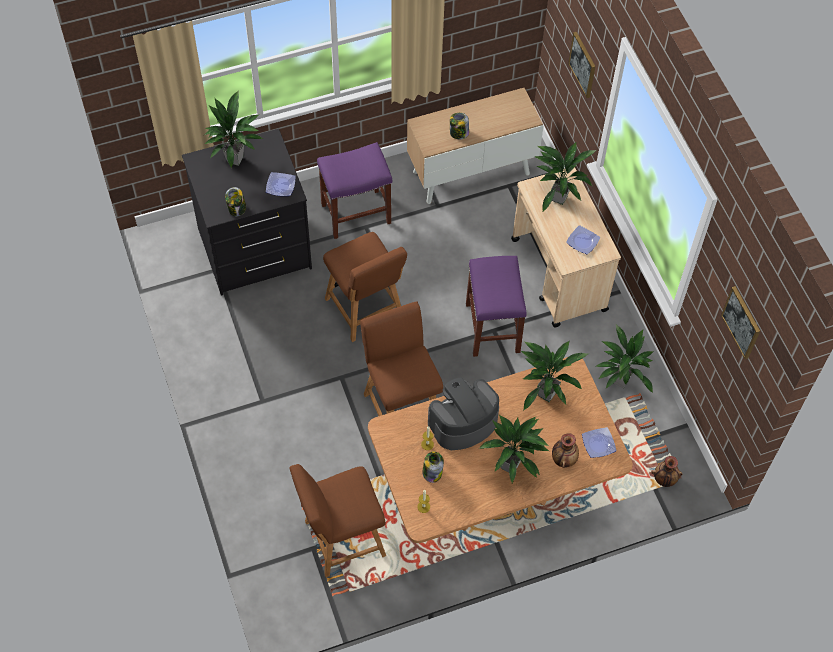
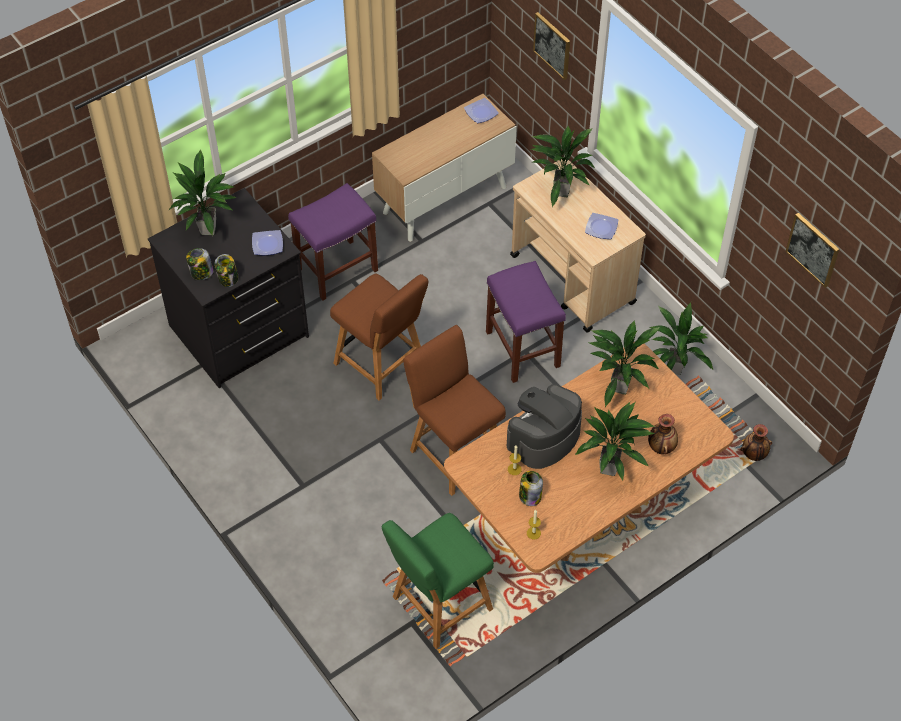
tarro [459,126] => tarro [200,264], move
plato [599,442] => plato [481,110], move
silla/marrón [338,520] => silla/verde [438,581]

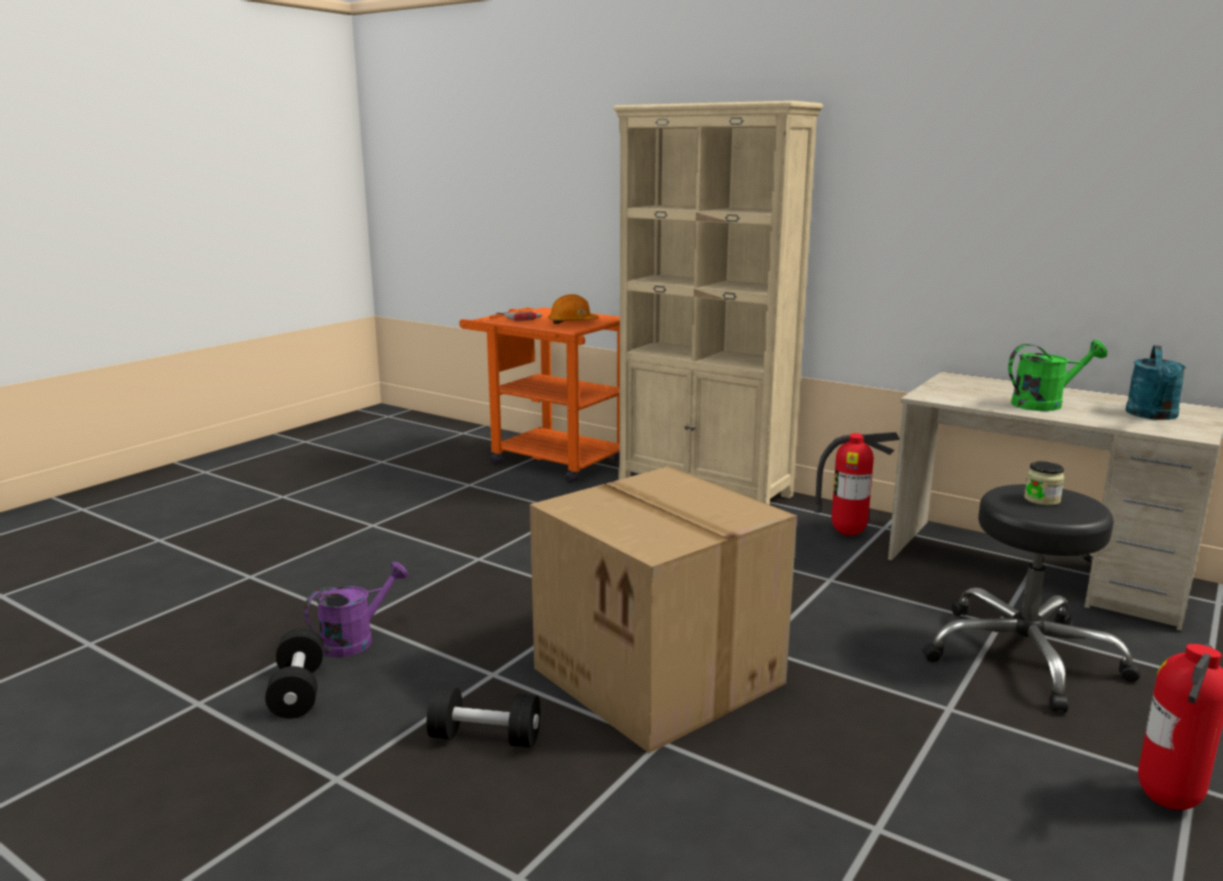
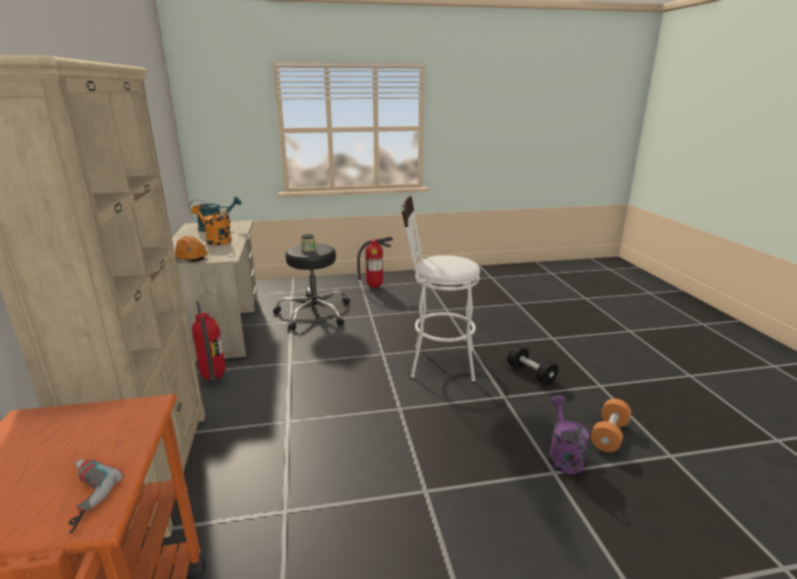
casco/naranja [573,309] => casco/naranja [191,249], move
caja de cartón [663,609] => taburete/blanco [440,289]
mancuerna/negro [294,673] => mancuerna/naranja [611,425]
regadera/verde [1057,375] => regadera/naranja [211,225]
regadera/morado [356,609] => regadera/morado [569,435], 90 degrees clockwise

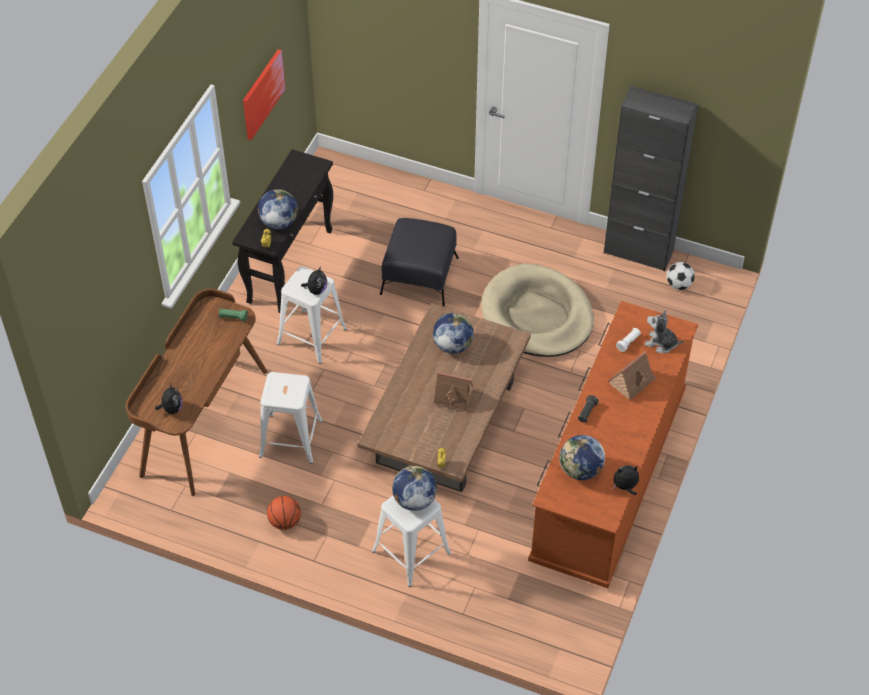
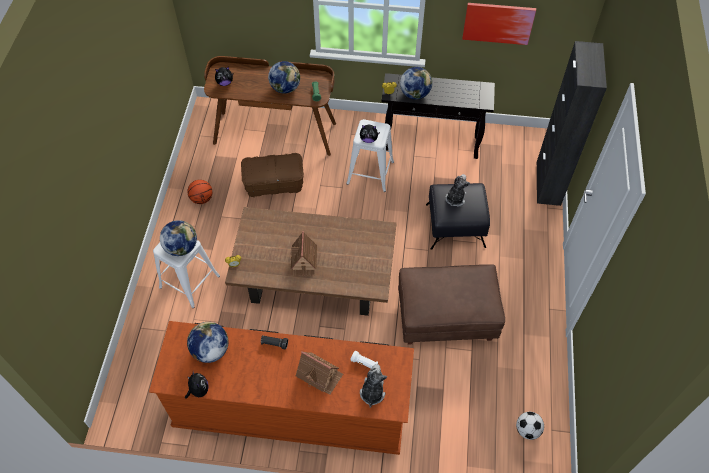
nothing => peluche [457,190]
globo terráqueo [453,333] => globo terráqueo [284,77], move
armario/negro [651,178] => armario/negro [571,123], move
taburete/blanco [291,418] => caja de almacenaje/marrón [272,175]
cama para perro/beis [537,310] => puf/marrón [451,304]

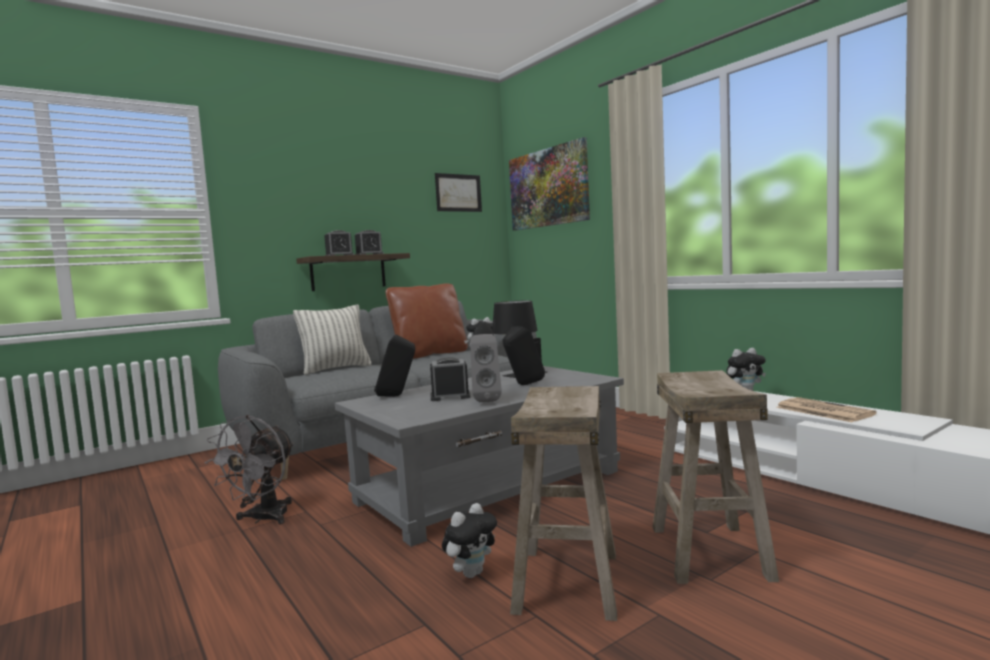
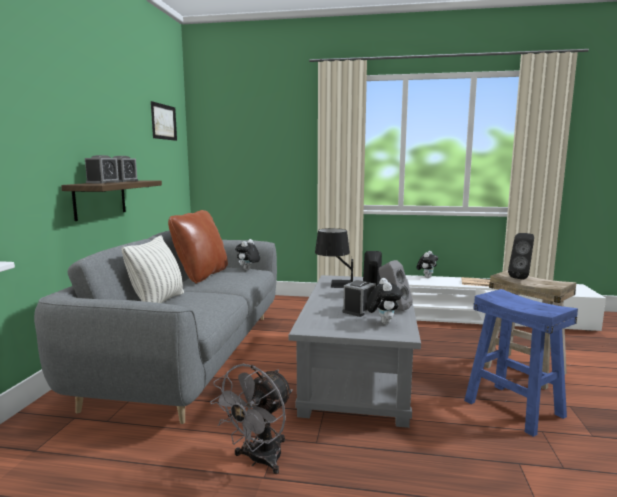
cuadro [549,184] => nothing
altavoz/negro [394,365] => altavoz/negro [521,256], move
peluche [469,540] => peluche [384,301], move
taburete/beis [563,503] => taburete/azul [521,363]
ventilador/gris [249,470] => ventilador/gris [251,419], 60 degrees clockwise

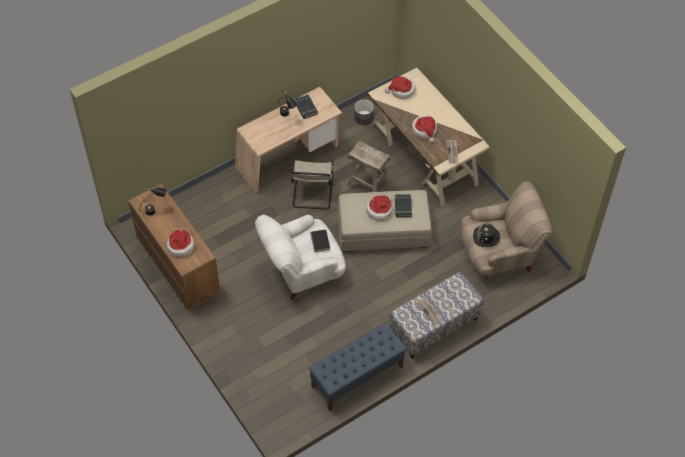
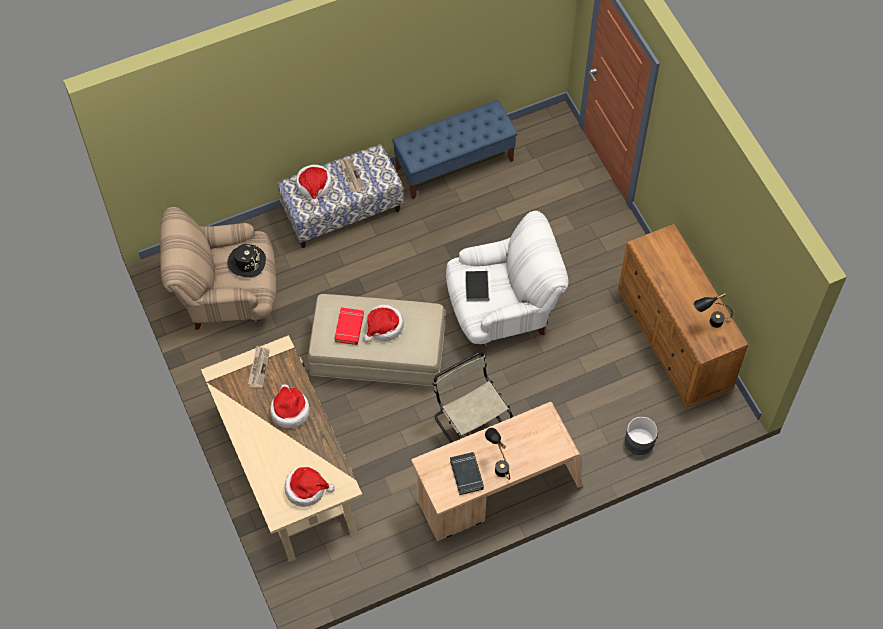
taburete/beis [368,166] => nothing
sombrero [180,243] => sombrero [314,185], move
maceta/gris [364,112] => maceta/gris [641,436], move
libro/negro [403,205] => libro/rojo [349,326]
silla/beis [312,184] => silla/beis [473,397], 45 degrees counterclockwise

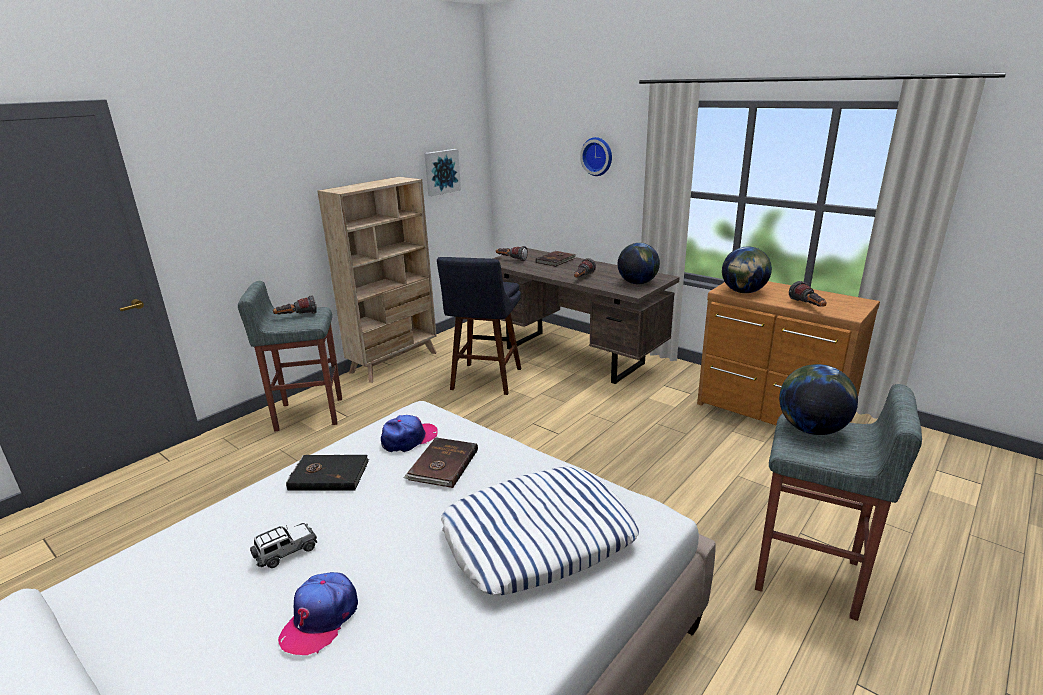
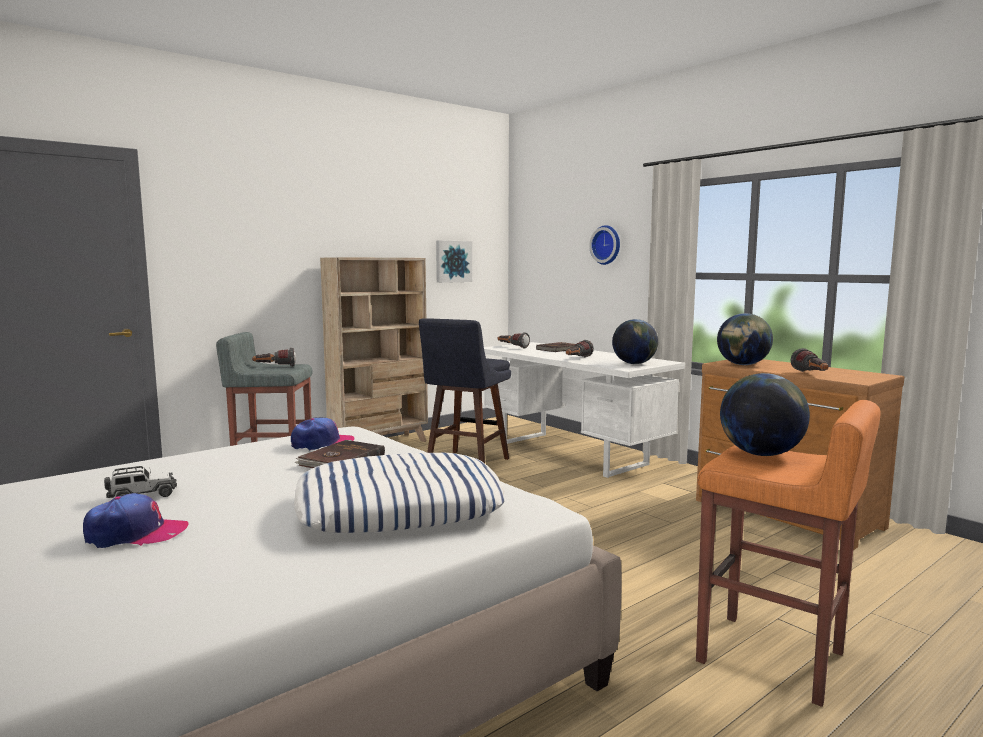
libro/negro [327,473] => nothing
escritorio/marrón [586,316] => escritorio/blanco [584,410]
taburete/gris [838,502] => taburete/naranja [788,553]
gorra [318,613] => gorra [136,520], 135 degrees counterclockwise

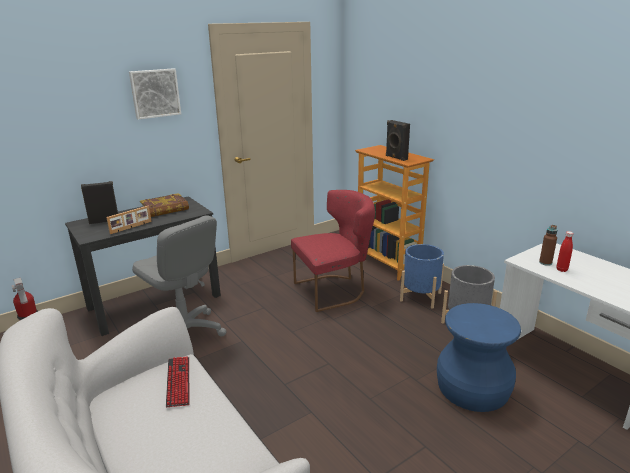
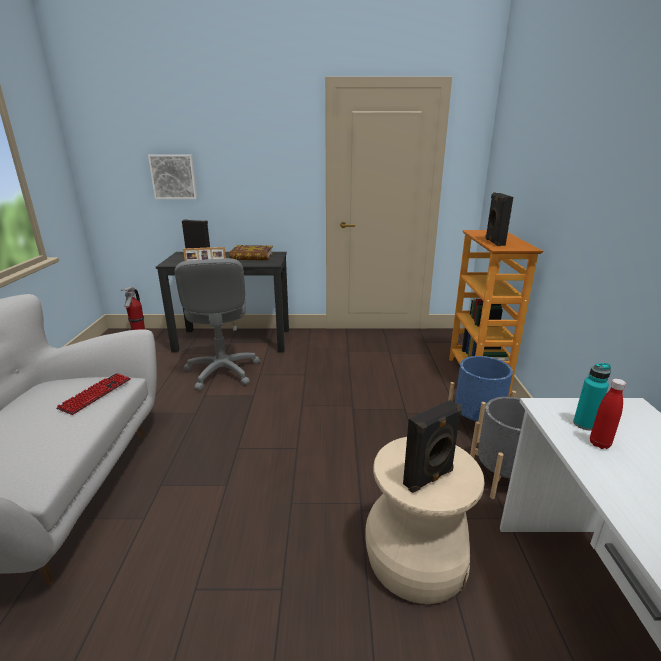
silla/rojo [333,251] => nothing
nothing => altavoz/negro [432,446]
cuadro [155,94] => cuadro [172,177], move
taburete/azul [479,357] => taburete/beis [425,520]
botella/marrón [548,245] => botella/turquesa [592,396]

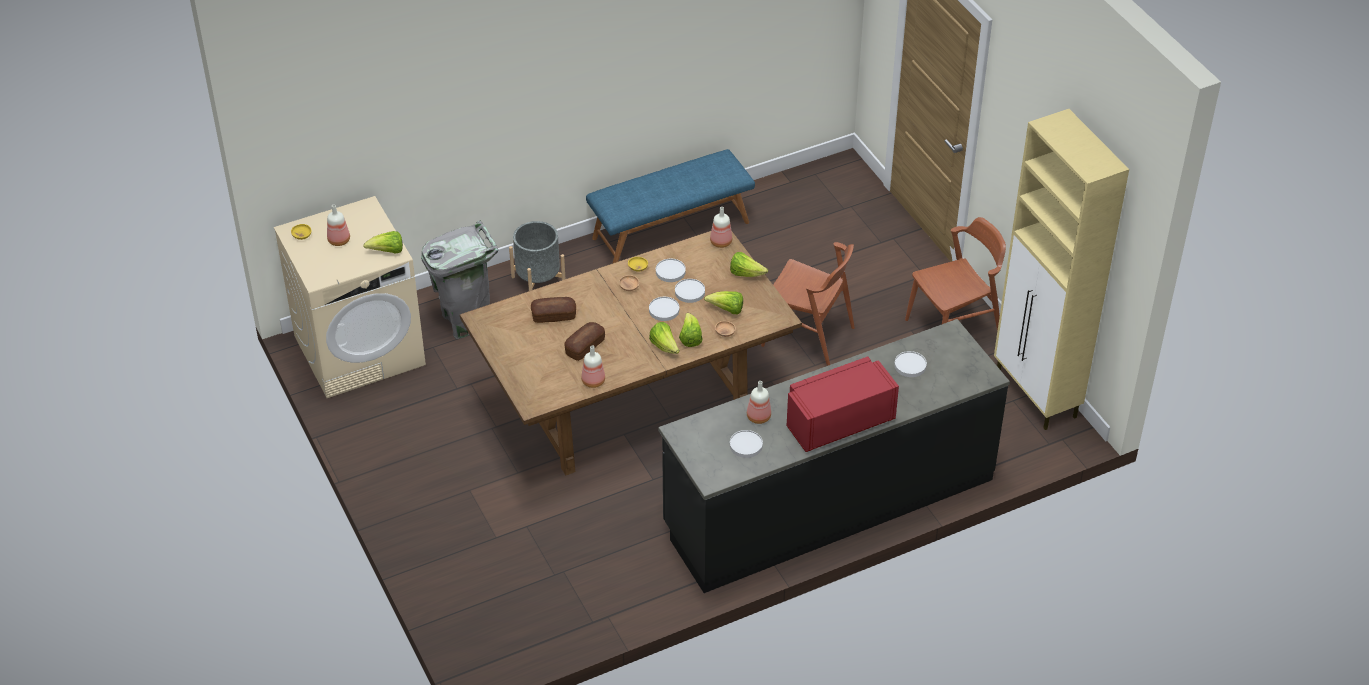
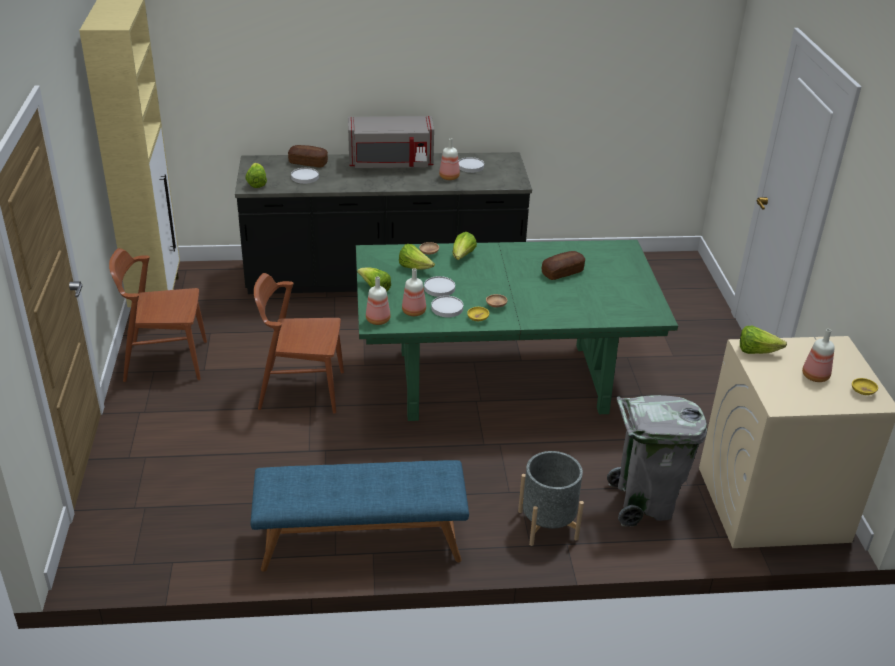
plato/blanco [664,309] => nothing
pan [553,310] => pan [308,156], move
botella [593,366] => botella [414,292], move
lechuga [664,338] => lechuga [256,175], move
mesa de comedor/marrón [631,353] => mesa de comedor/verde [517,330]
microondas/rojo [842,404] => microondas/gris [391,142]
silla/marrón [808,304] => silla/marrón [299,343], 45 degrees counterclockwise

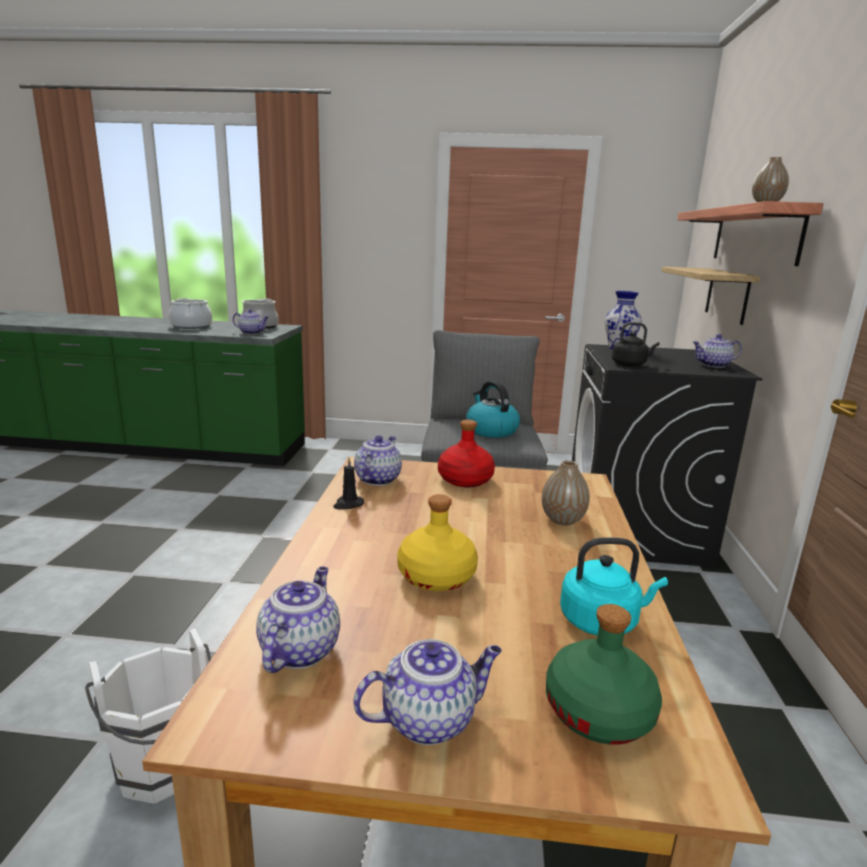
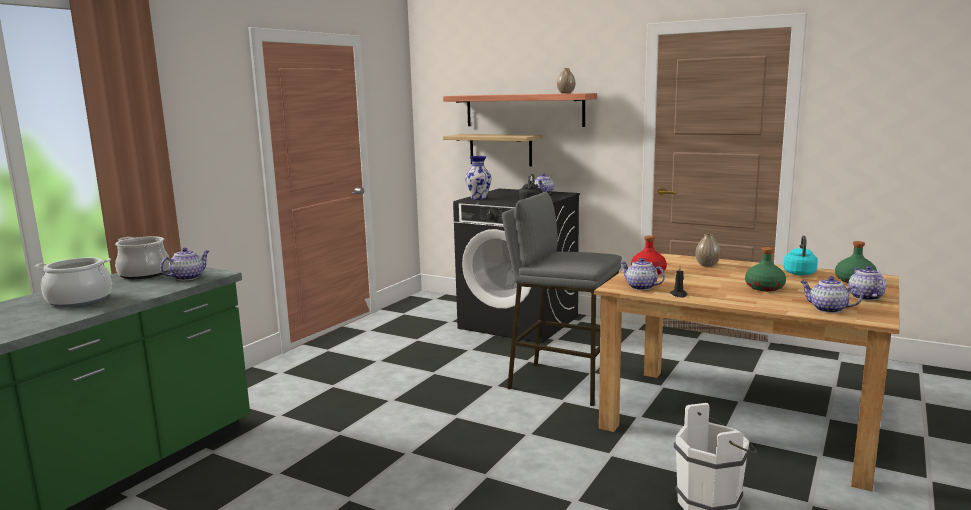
hervidor [493,409] => nothing
botella/amarillo [437,542] => botella/verde [765,269]

